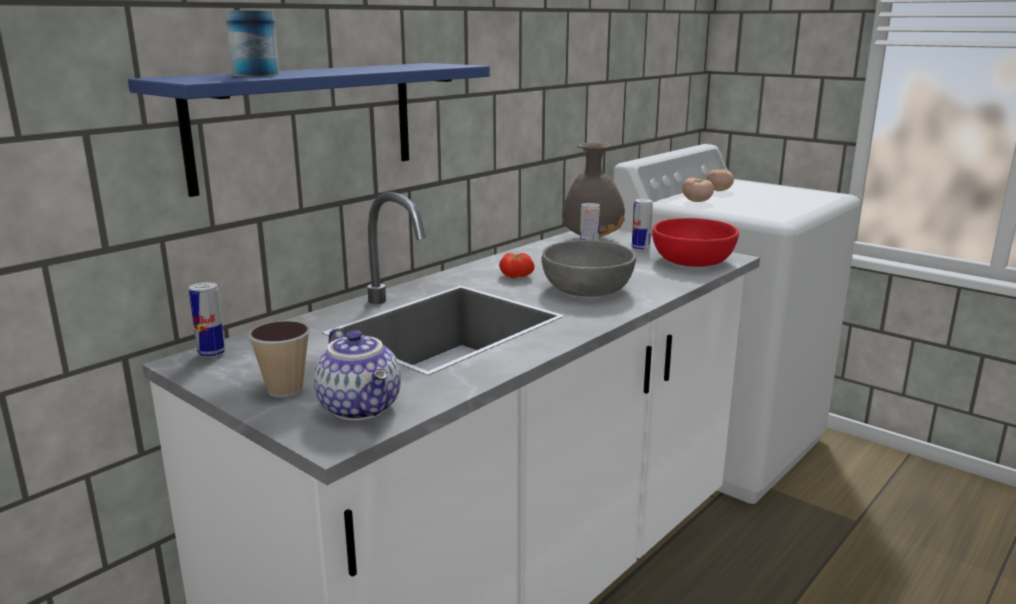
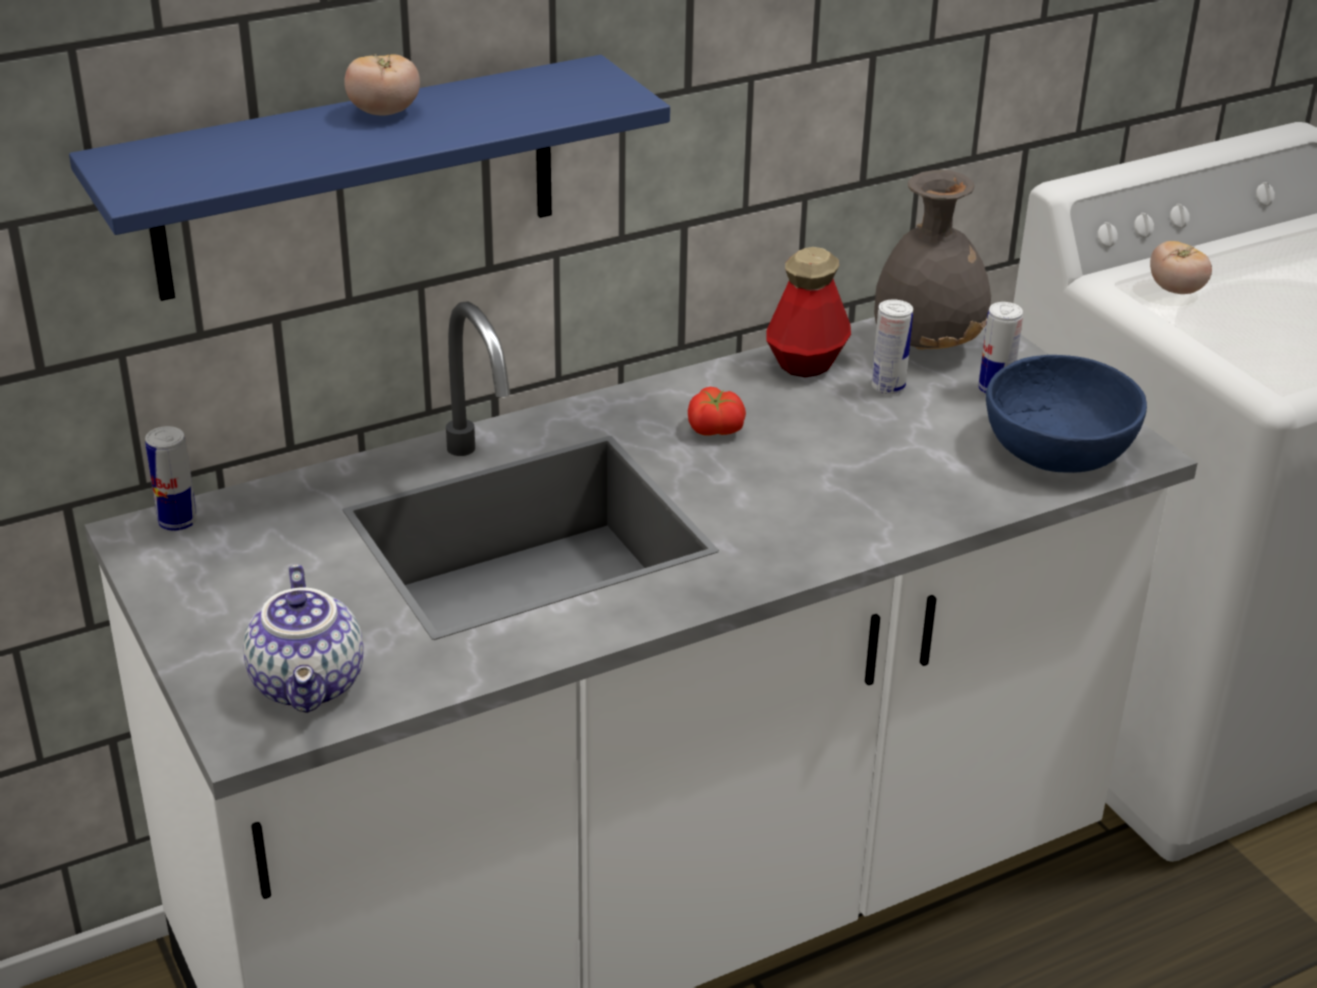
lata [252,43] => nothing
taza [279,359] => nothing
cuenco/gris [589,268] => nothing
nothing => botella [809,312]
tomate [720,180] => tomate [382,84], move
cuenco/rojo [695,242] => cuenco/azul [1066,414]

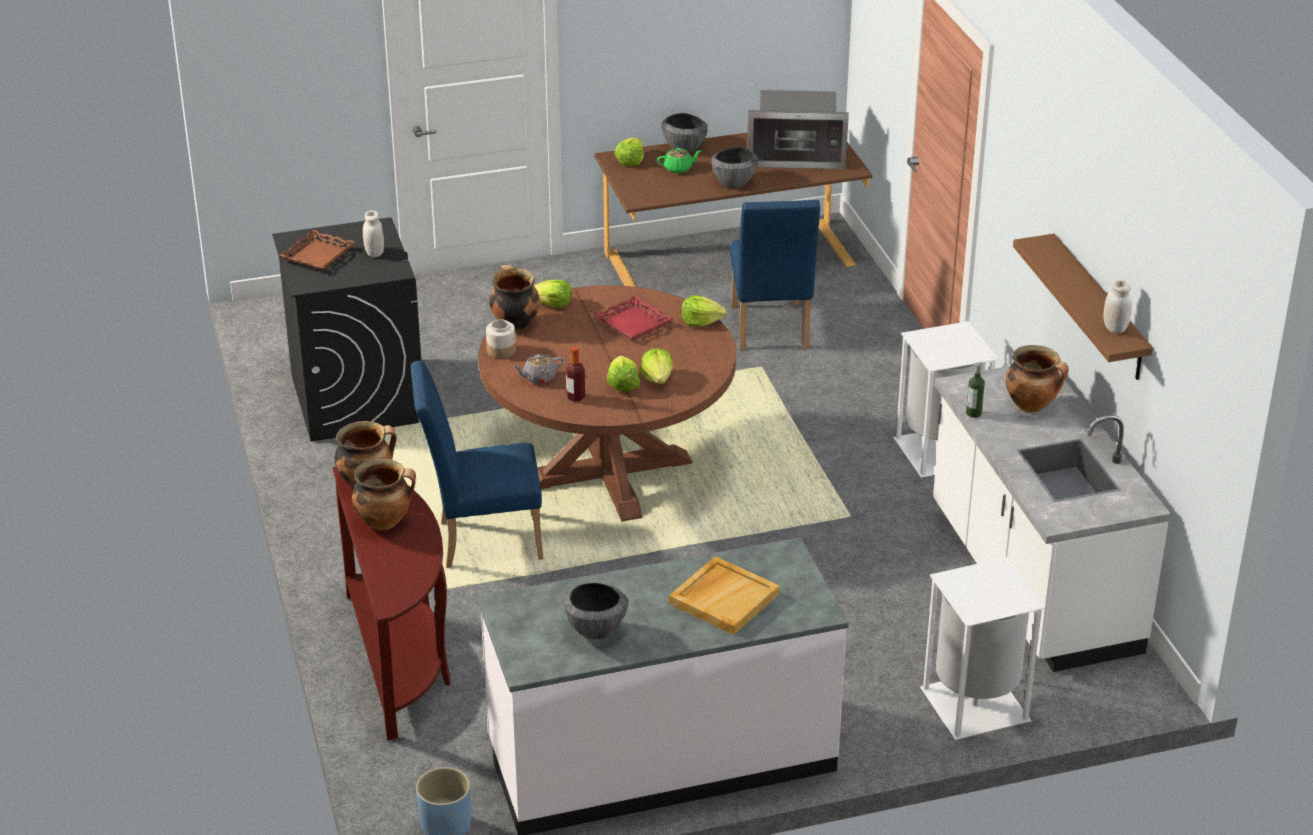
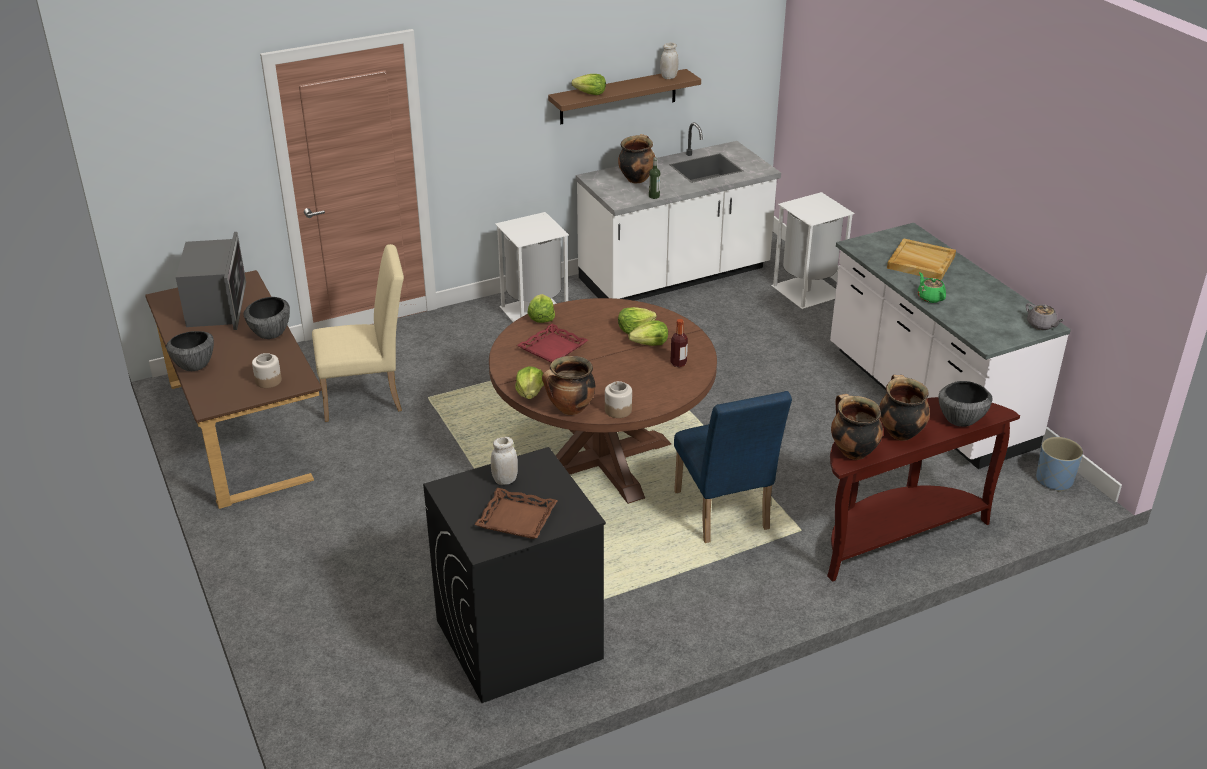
nothing => tarro [267,370]
tetera/gris [538,369] => tetera/gris [1045,316], move
cuenco [596,611] => cuenco [966,404], move
lechuga [629,152] => lechuga [589,84], move
tetera/verde [679,160] => tetera/verde [932,287], move
silla/azul [775,275] => silla/beis [358,333]

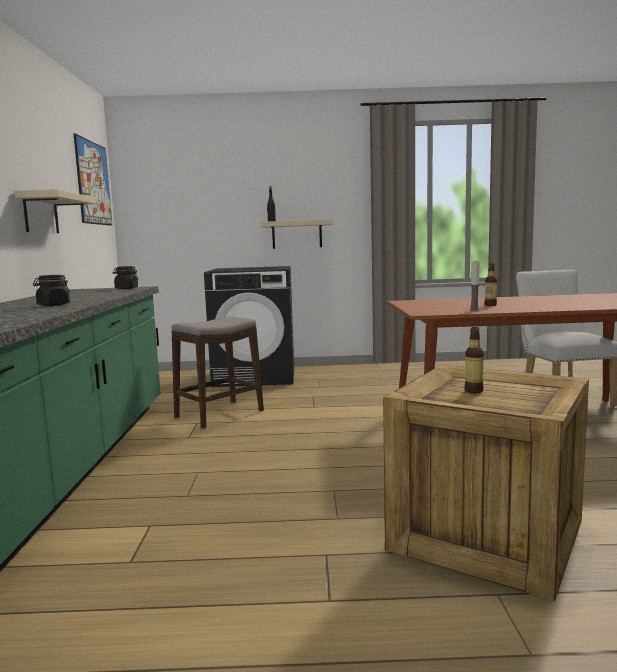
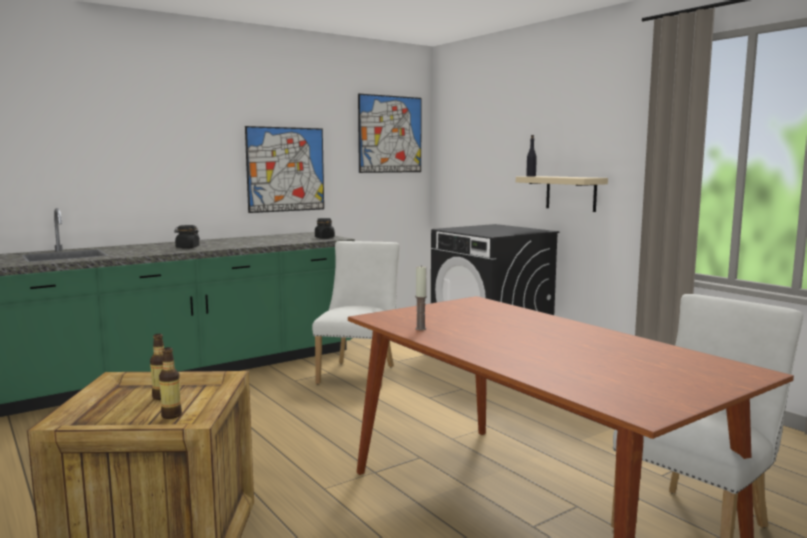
botella [490,284] => botella [170,383], move
estante/beis [55,211] => cuadro [284,169]
taburete [218,372] => silla/blanco [355,315]

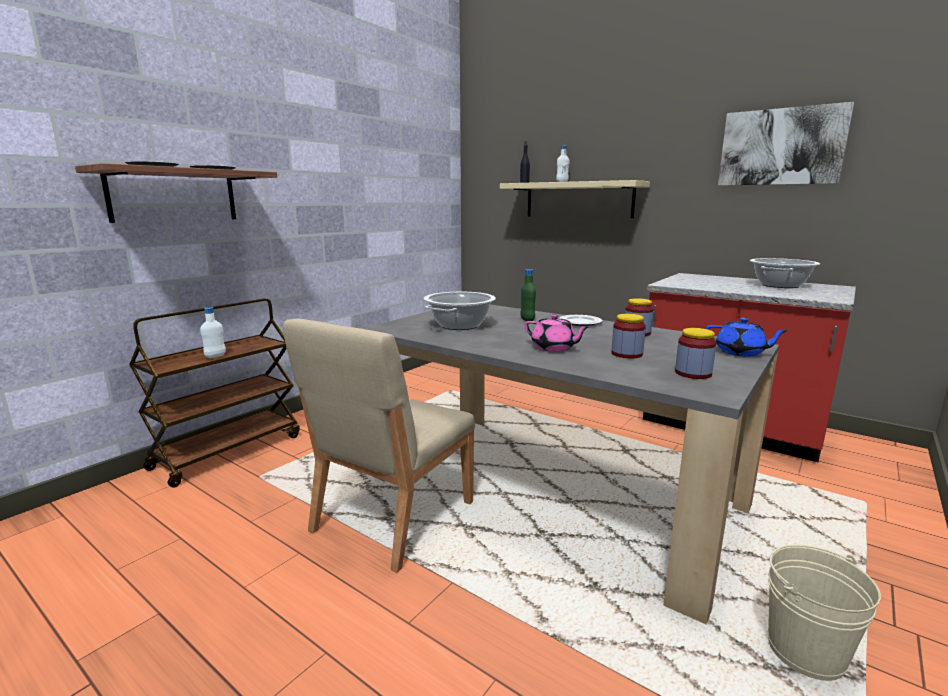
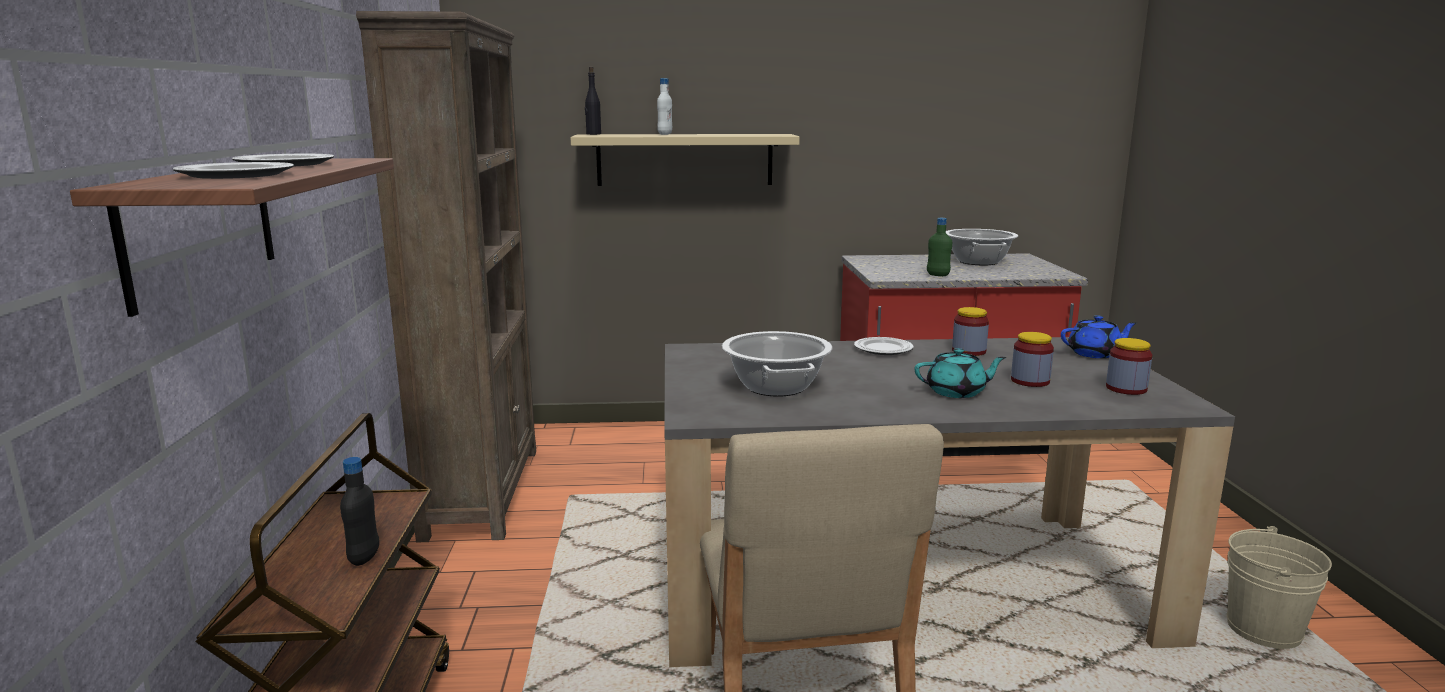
cuadro [786,144] => nothing
nothing => estantería/marrón [446,277]
botella/verde [528,295] => botella/verde [939,247], move
botella/blanco [213,332] => botella/negro [359,511]
tetera/rosa [557,333] => tetera/turquesa [960,373]

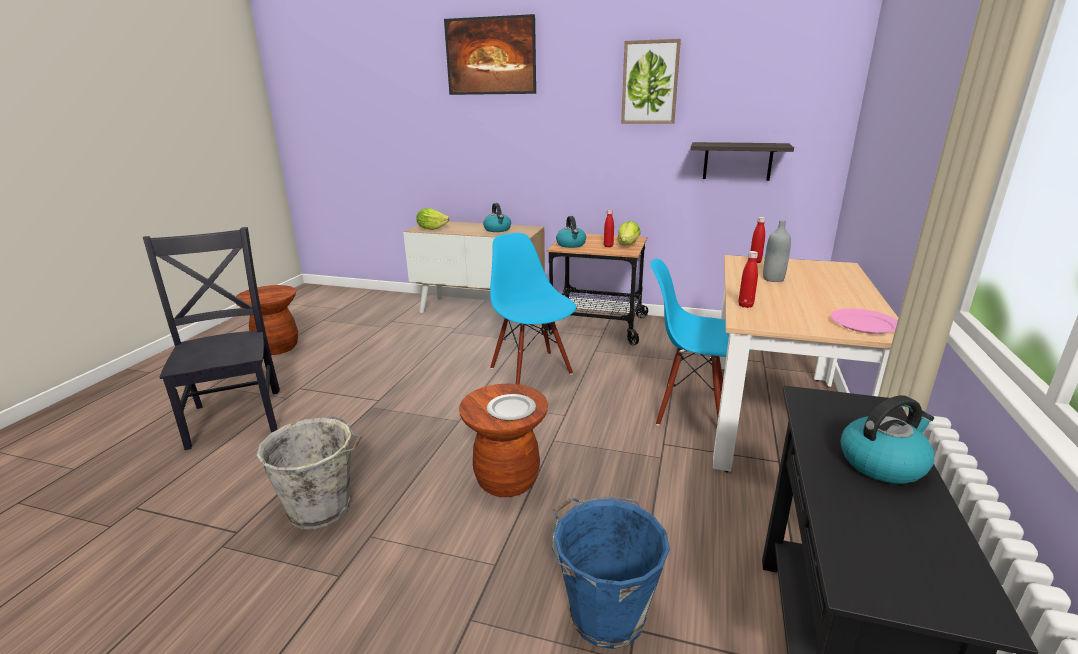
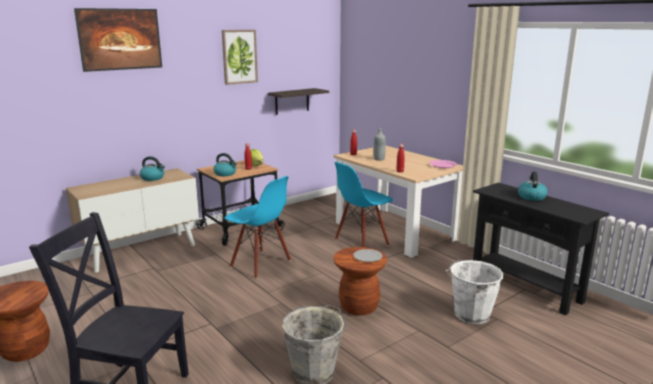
lechuga [433,219] => nothing
cubo/azul [611,573] => cubo/blanco [474,292]
silla/azul [533,309] => silla/azul [258,227], 150 degrees counterclockwise

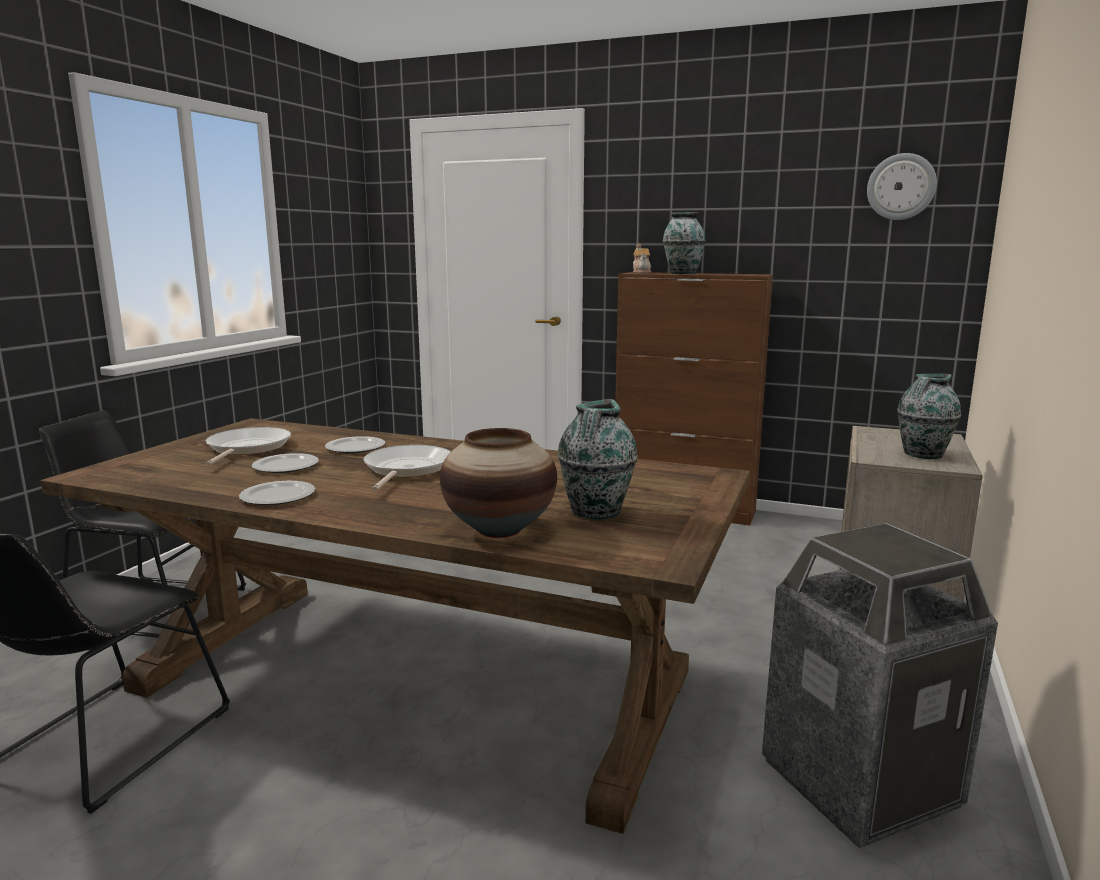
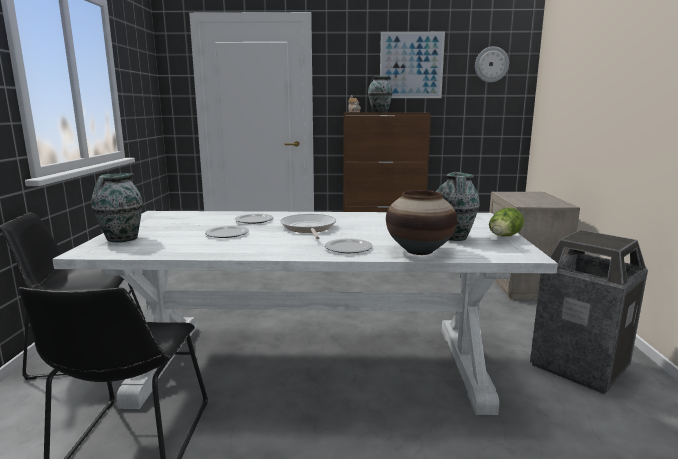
sartén [248,446] => nothing
nothing => cuadro [412,65]
nothing => lechuga [506,222]
plato [277,493] => plato [349,245], move
florero [929,416] => florero [117,208], move
mesa de comedor/marrón [395,626] => mesa de comedor/blanco [305,313]

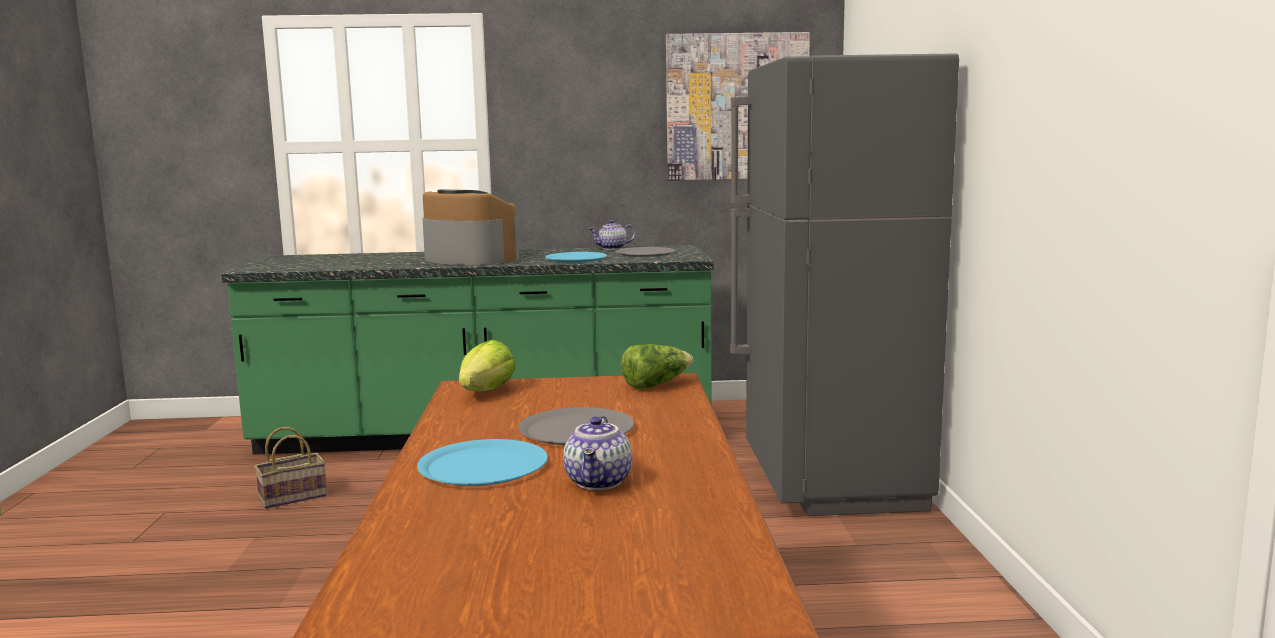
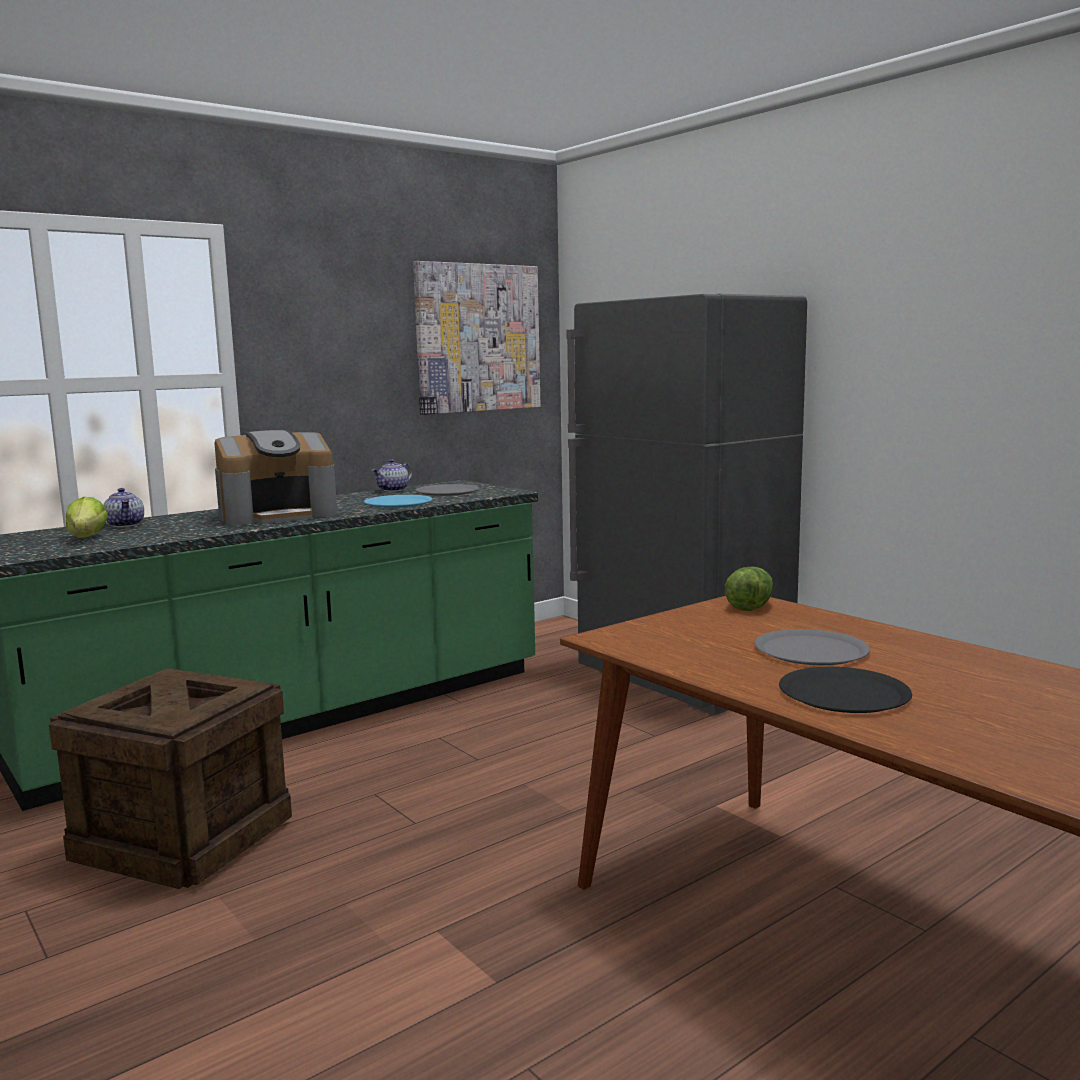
lechuga [487,365] => lechuga [87,517], move
tetera [597,453] => tetera [123,507], move
cesta [290,468] => caja de embalaje [170,778]
plato/azul [482,462] => plato/negro [845,690]
cafetera [471,227] => cafetera [275,477], 150 degrees clockwise

